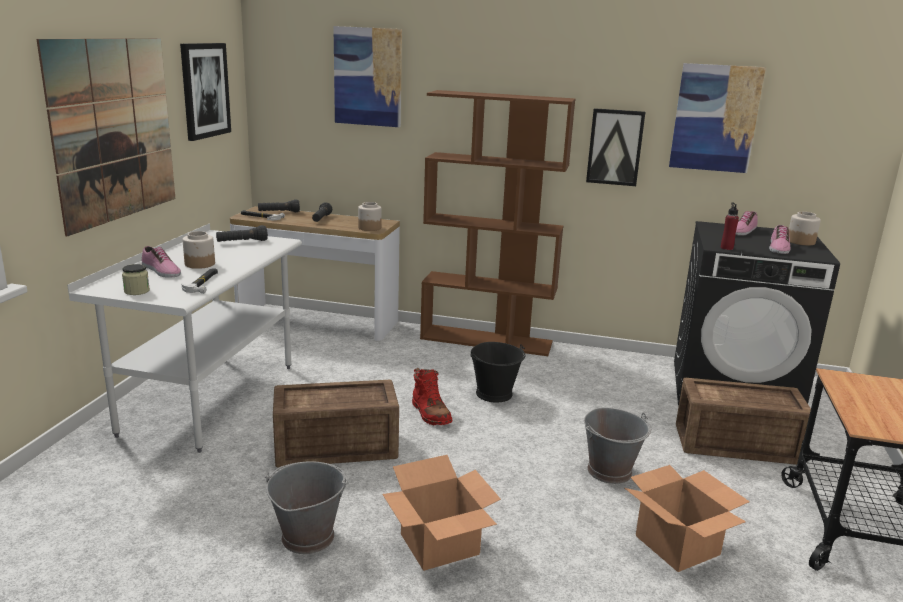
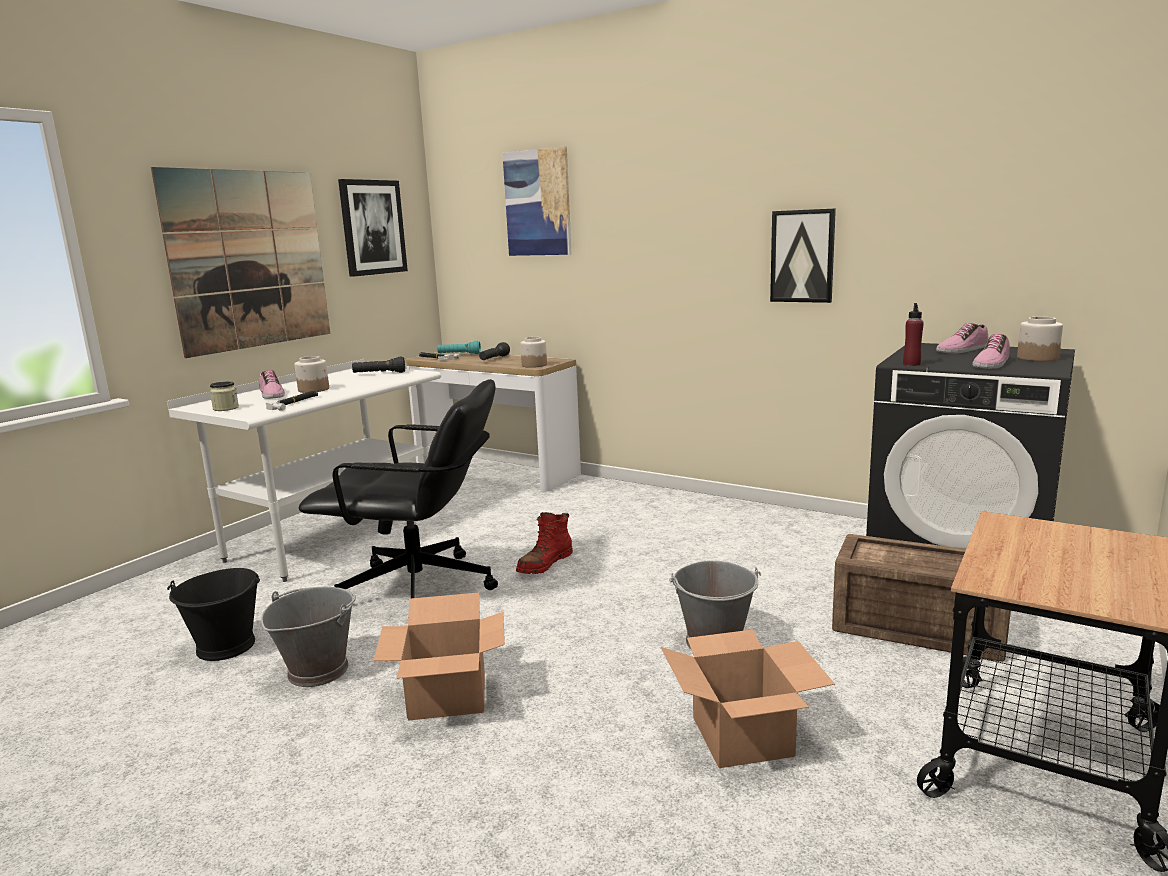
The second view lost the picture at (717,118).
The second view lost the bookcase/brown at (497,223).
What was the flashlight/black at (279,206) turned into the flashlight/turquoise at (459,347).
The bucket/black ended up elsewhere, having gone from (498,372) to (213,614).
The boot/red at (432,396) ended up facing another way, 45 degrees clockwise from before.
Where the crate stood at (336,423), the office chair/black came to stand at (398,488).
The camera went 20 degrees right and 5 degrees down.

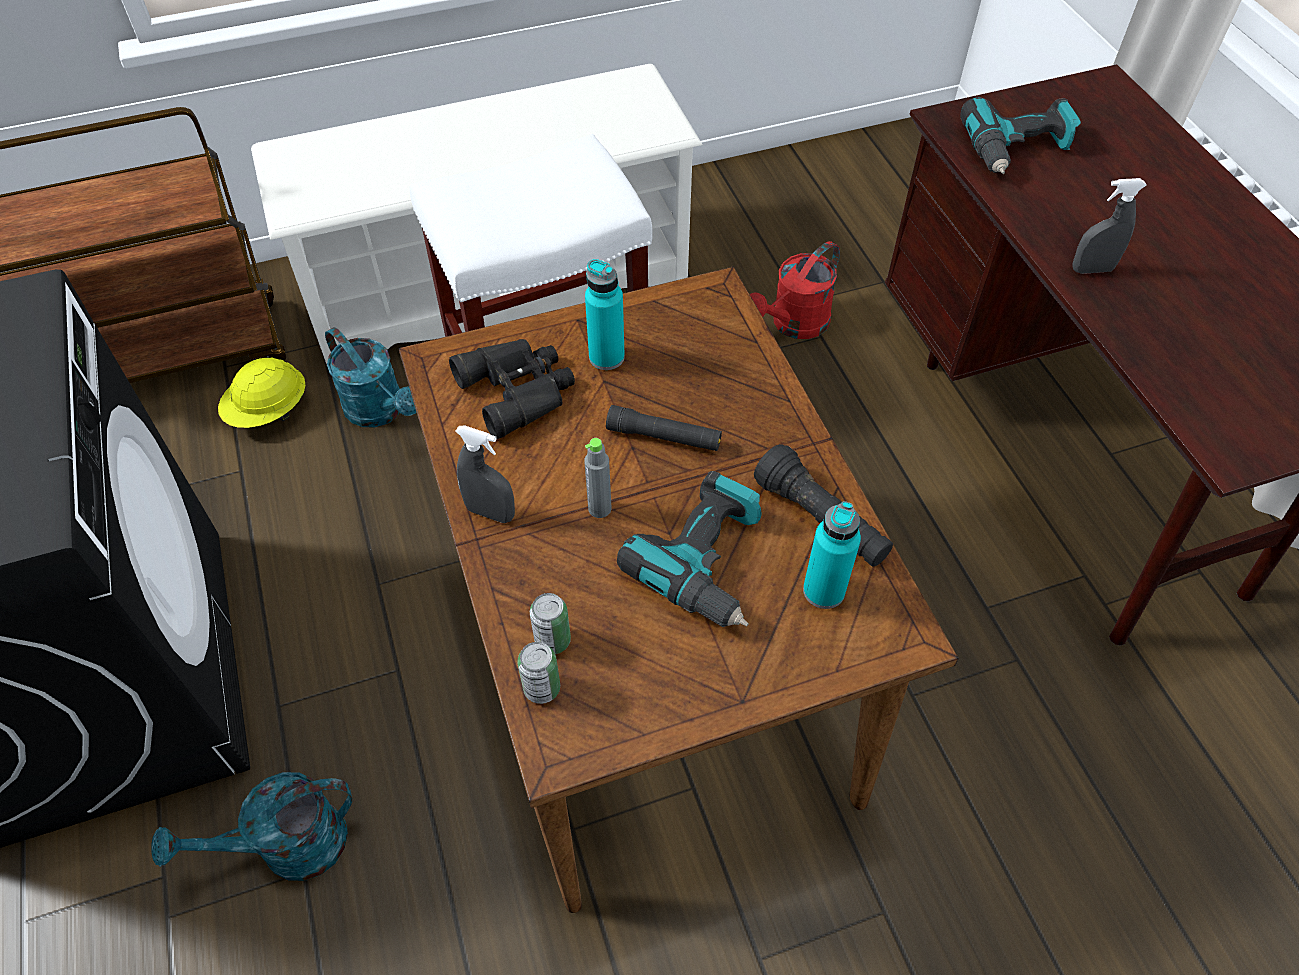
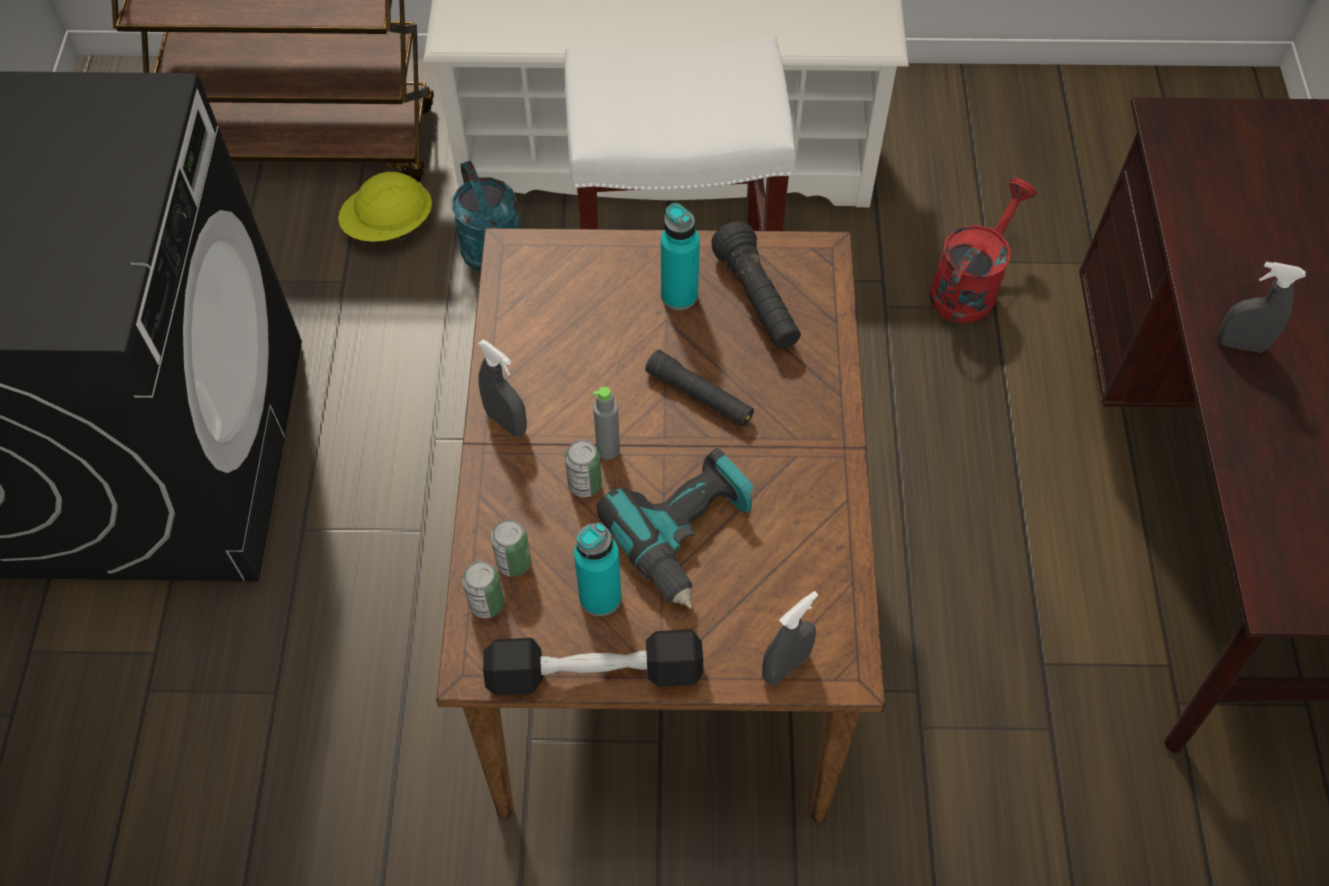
The second view lost the power drill at (1020,135).
The watering can/red at (795,290) ended up facing another way, 150 degrees clockwise from before.
The second view lost the binoculars/black at (512,389).
The flashlight/black ended up elsewhere, having gone from (823,505) to (756,285).
The bottle/turquoise ended up elsewhere, having gone from (832,555) to (598,569).
The second view lost the watering can/turquoise at (251,826).
The second view gained the can at (583,468).
The second view gained the spray bottle/grey at (790,638).
The second view gained the dumbbell/black at (593,662).
The camera went 20 degrees right and 5 degrees up.

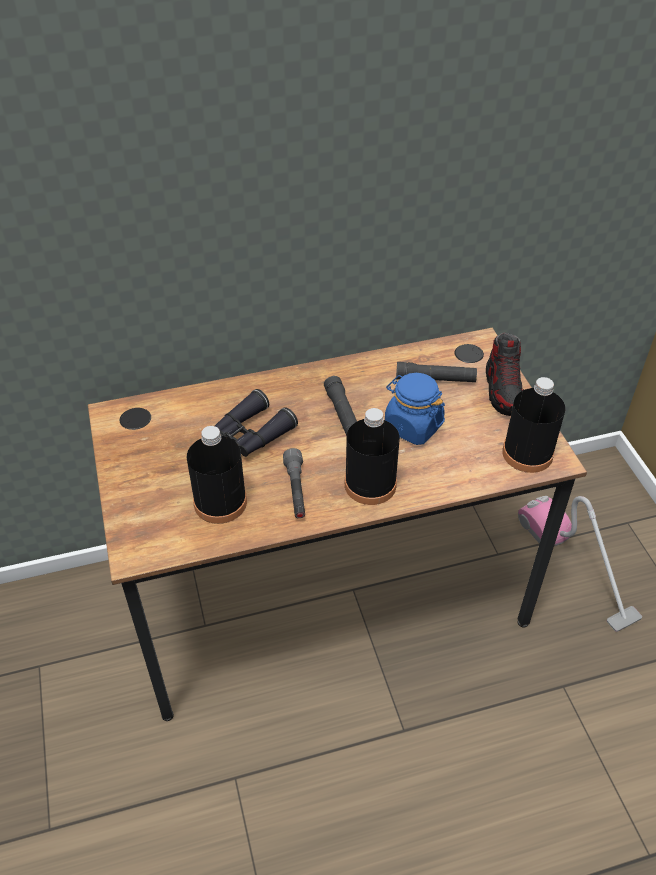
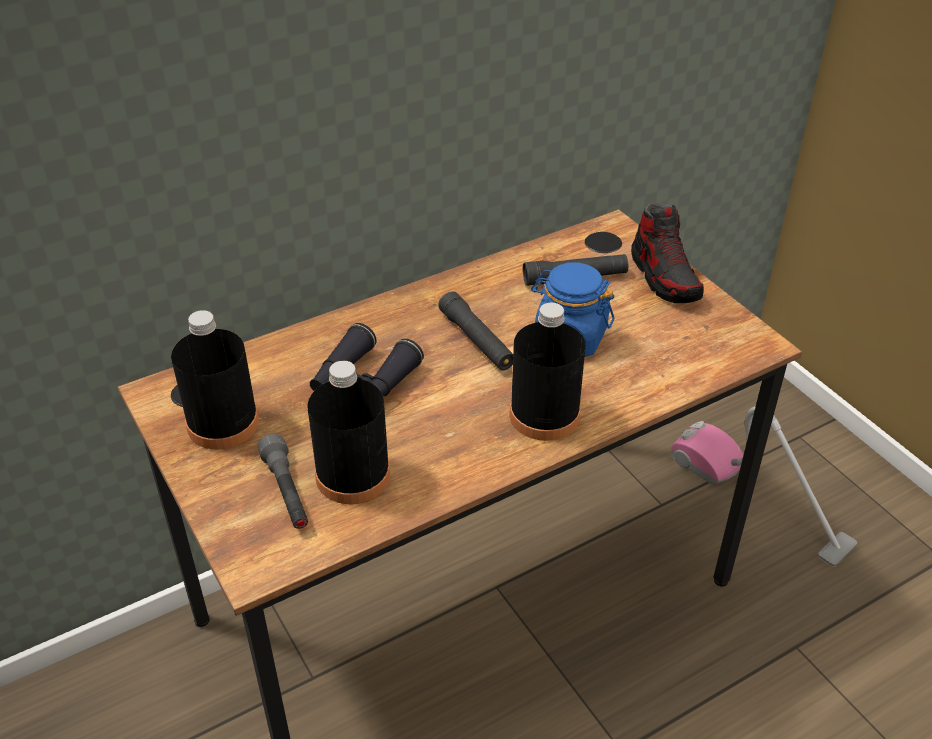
The bottle/black ended up elsewhere, having gone from (534,425) to (215,379).
The flashlight/grey ended up elsewhere, having gone from (294,483) to (283,481).
The camera went 15 degrees left and 5 degrees down.

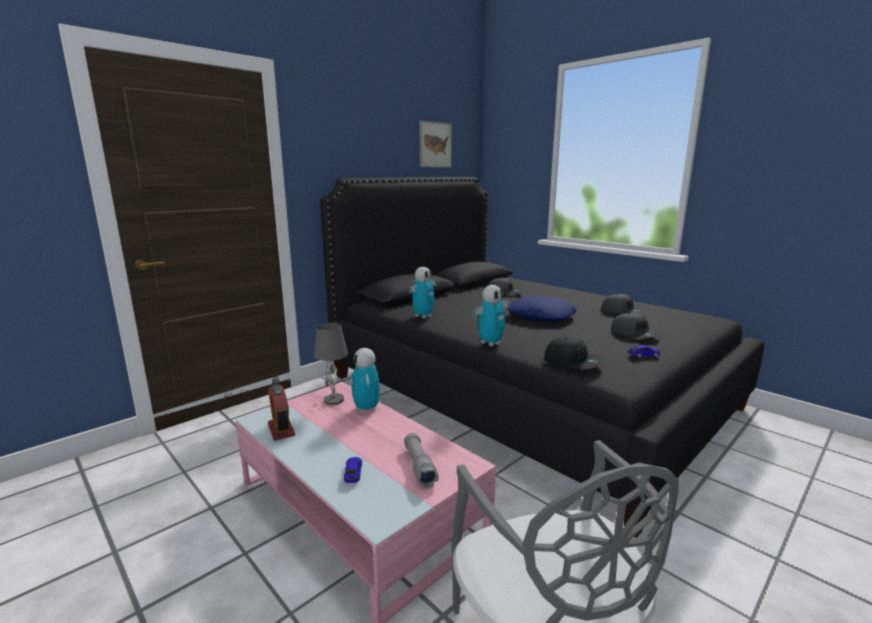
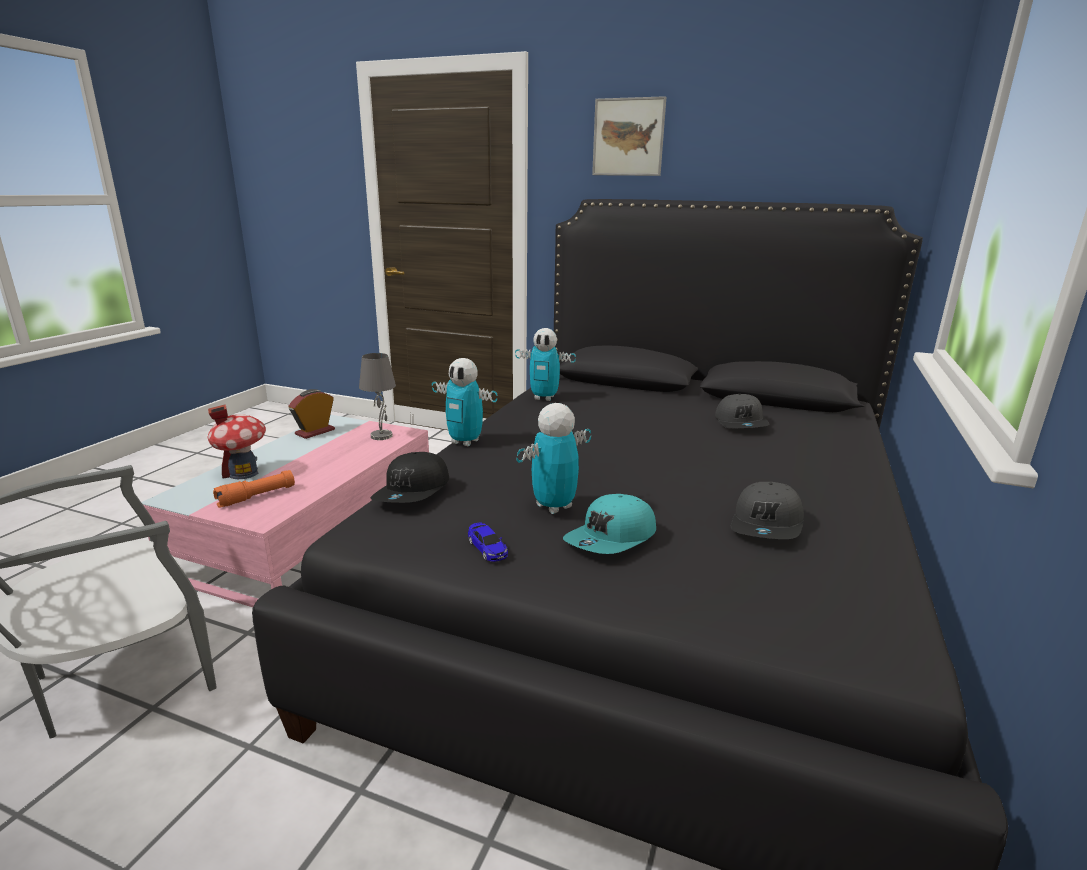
The picture ended up elsewhere, having gone from (435,144) to (629,136).
The second view lost the pillow/blue at (542,308).
What was the cap/grey at (636,326) turned into the cap/turquoise at (609,524).
The toy robot ended up elsewhere, having gone from (365,380) to (554,458).
What was the flashlight/grey at (421,460) turned into the flashlight/orange at (254,489).
Where the toy car stood at (353,470), the toy house came to stand at (237,441).
The camera went 65 degrees right and 5 degrees up.

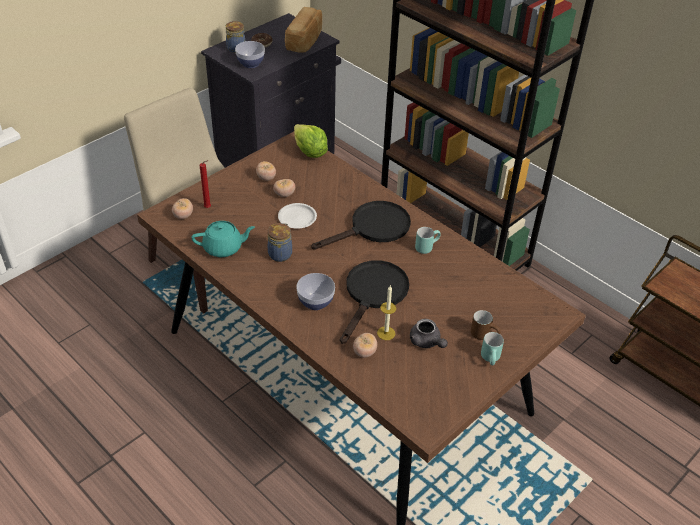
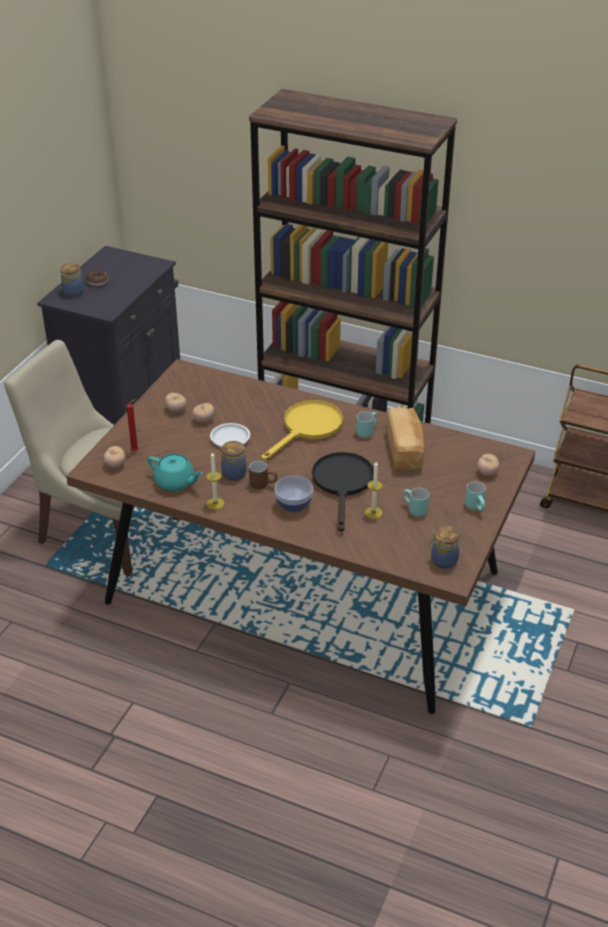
The bread ended up elsewhere, having gone from (303,30) to (405,439).
The second view lost the bowl at (250,54).
The second view lost the lettuce at (311,141).
What was the frying pan/black at (361,225) turned into the frying pan/yellow at (302,430).
The teapot/turquoise at (223,239) ended up facing another way, 60 degrees clockwise from before.
The mug/brown ended up elsewhere, having gone from (486,325) to (263,475).
Where the teapot/grey stood at (429,333), the mug/turquoise came to stand at (416,502).
The tomato ended up elsewhere, having gone from (365,345) to (488,465).
The second view gained the candle at (215,481).
The second view gained the jar at (444,547).
The camera went 20 degrees left and 5 degrees down.

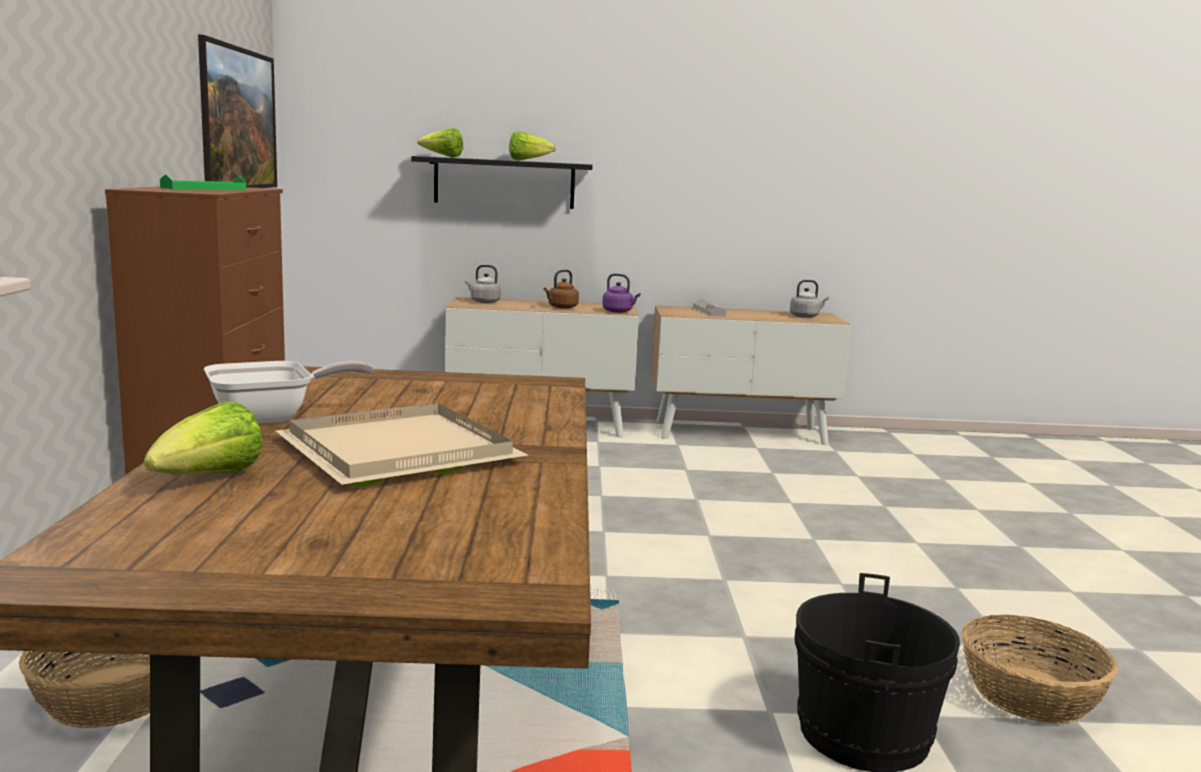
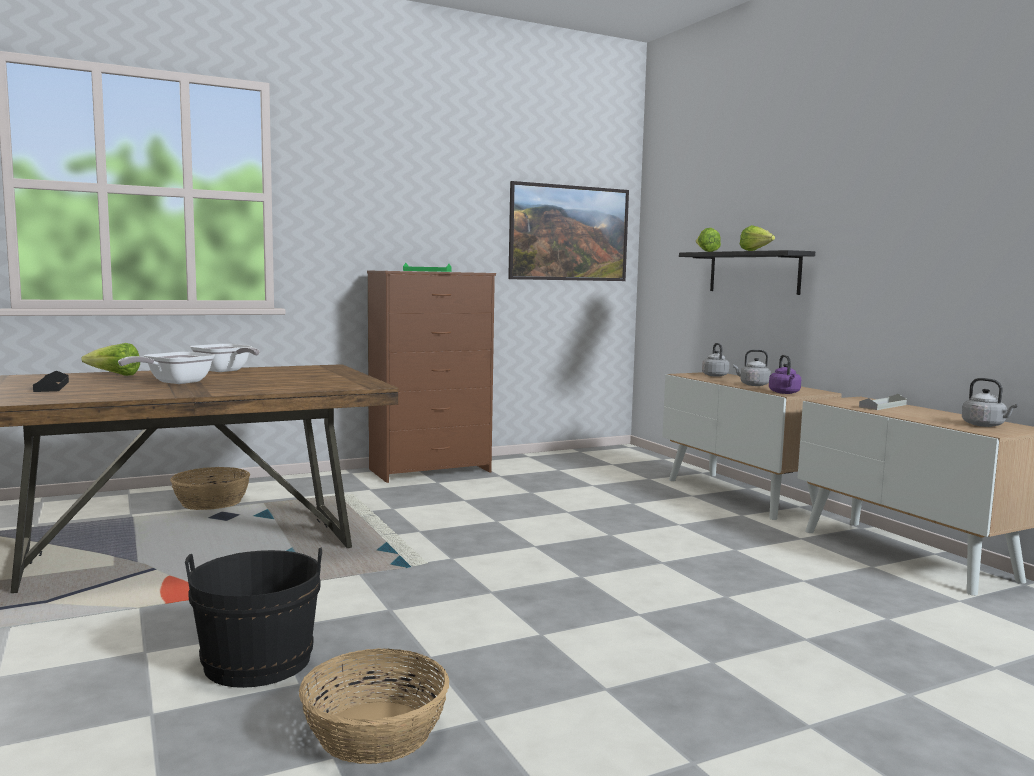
What was the kettle/brown at (561,289) turned into the kettle/grey at (752,368).
Where the tray/beige stood at (402,445), the frying pan came to stand at (166,368).
The second view gained the tray/black at (51,381).
The camera went 65 degrees right and 5 degrees down.

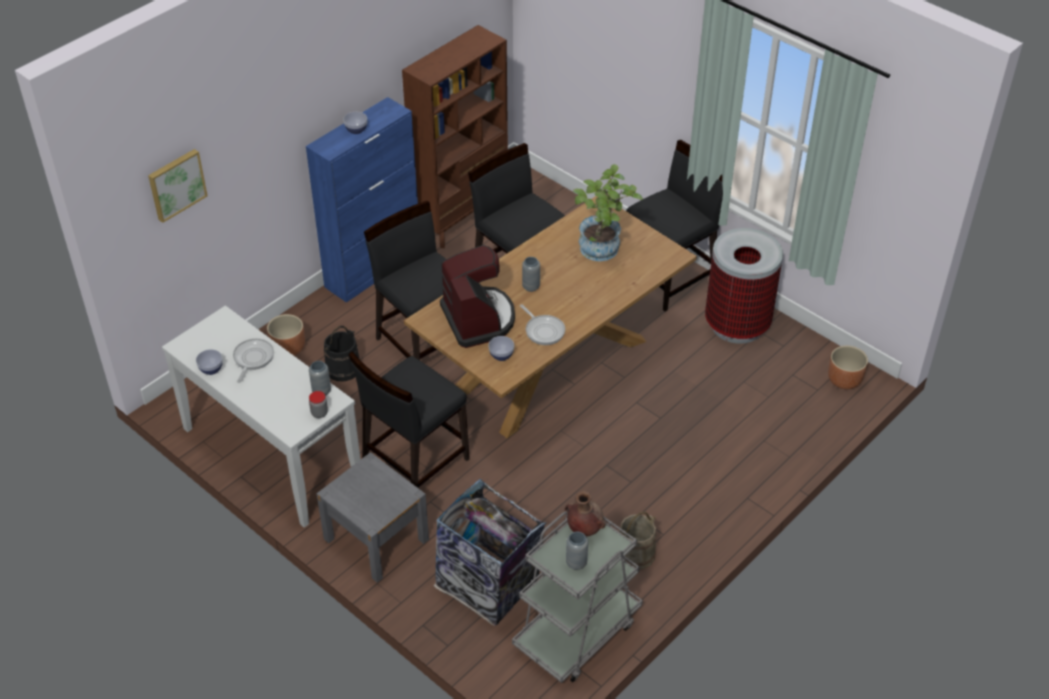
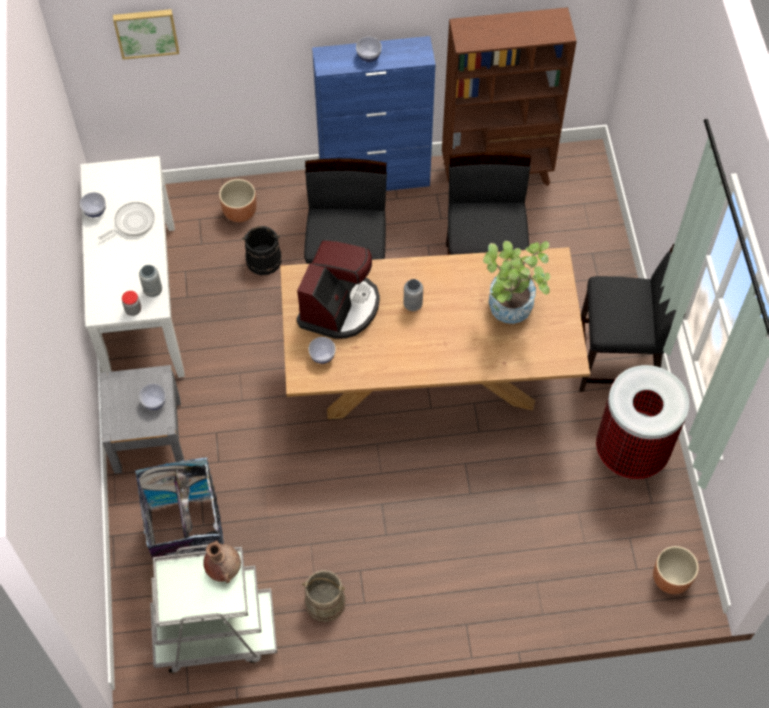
The second view lost the frying pan at (542,324).
The second view lost the chair/black at (409,419).
The second view lost the vase/grey at (577,550).
The second view gained the bowl at (152,397).
The camera went 40 degrees right and 15 degrees up.

